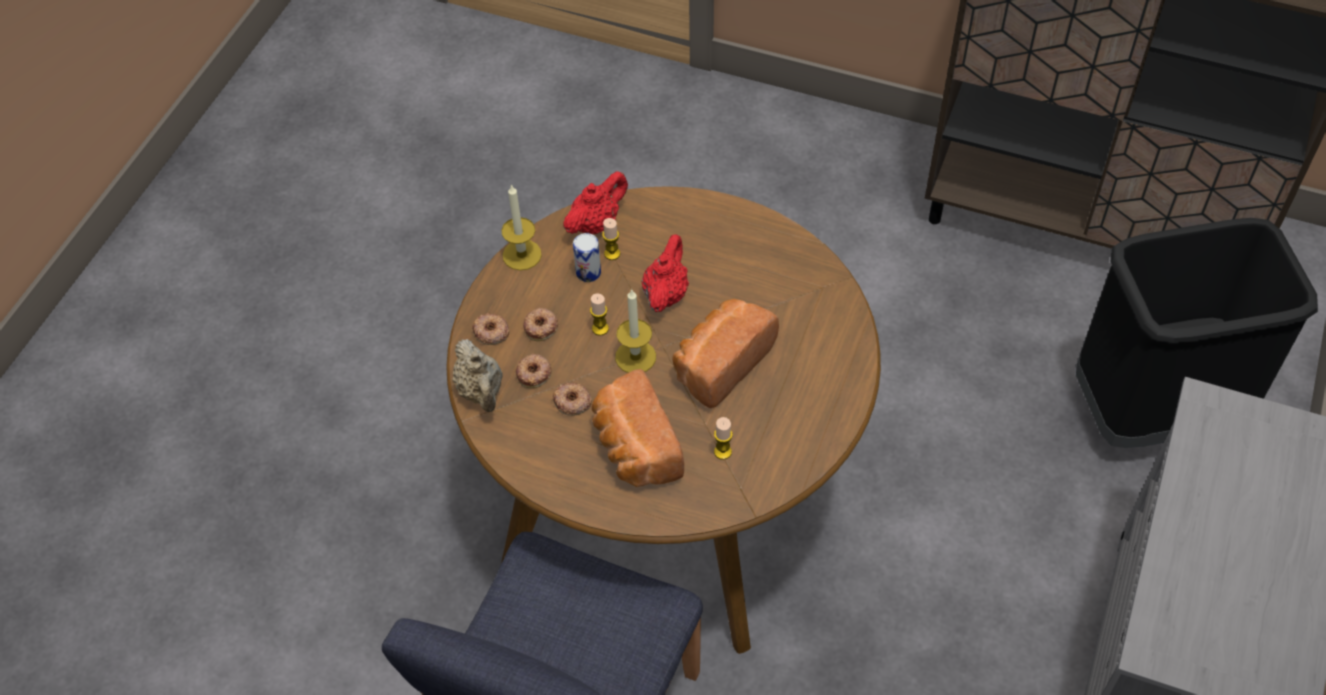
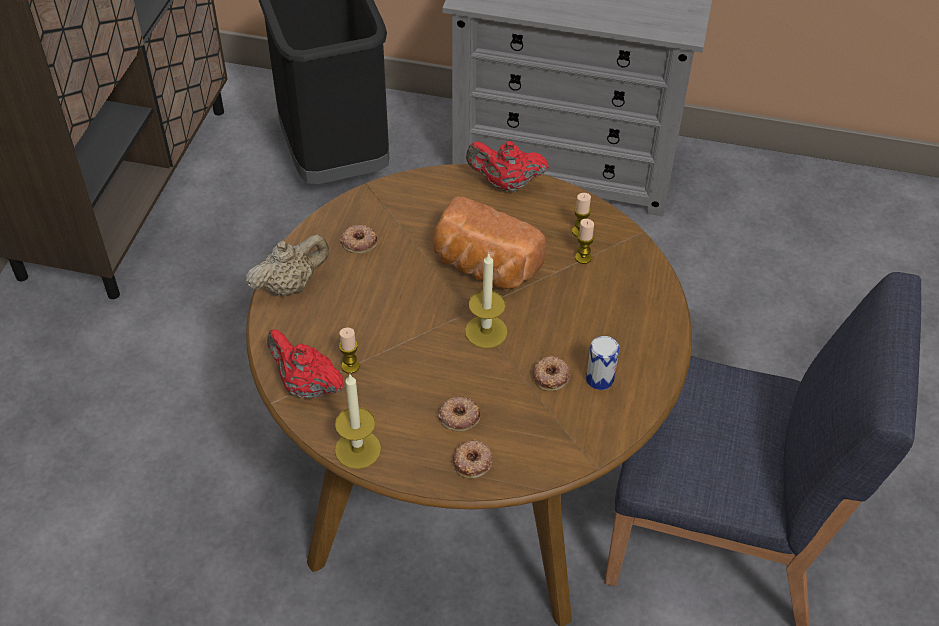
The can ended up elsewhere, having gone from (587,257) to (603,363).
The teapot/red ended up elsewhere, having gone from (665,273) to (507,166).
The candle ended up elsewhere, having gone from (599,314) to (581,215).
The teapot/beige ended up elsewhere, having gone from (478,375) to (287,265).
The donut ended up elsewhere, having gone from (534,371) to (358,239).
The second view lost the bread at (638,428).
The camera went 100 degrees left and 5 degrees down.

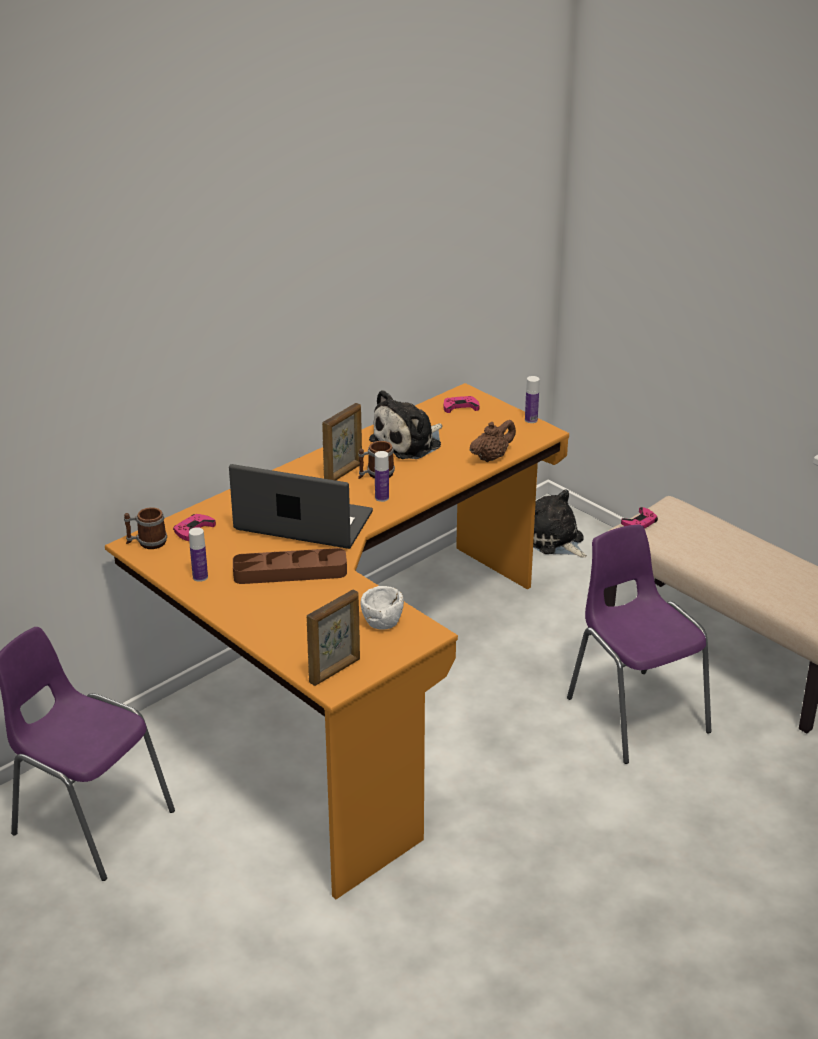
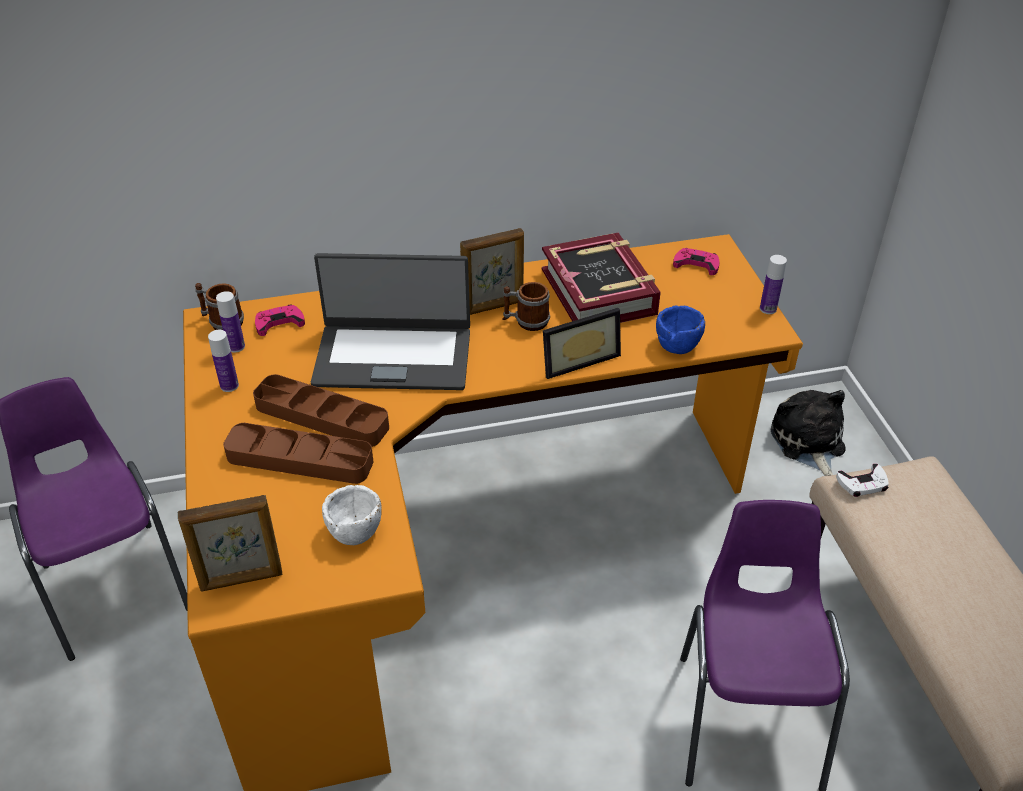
Where the plush toy stood at (405,424), the book came to stand at (601,278).
Where the teapot/brown stood at (493,441), the bowl/blue came to stand at (680,330).
The bottle ended up elsewhere, having gone from (382,476) to (230,322).
The laptop at (301,506) ended up facing another way, 135 degrees clockwise from before.
What was the game controller/pink at (639,518) turned into the game controller/white at (862,480).
The second view gained the picture frame at (582,343).
The second view gained the tray/brown at (298,453).
The camera went 30 degrees right and 10 degrees up.

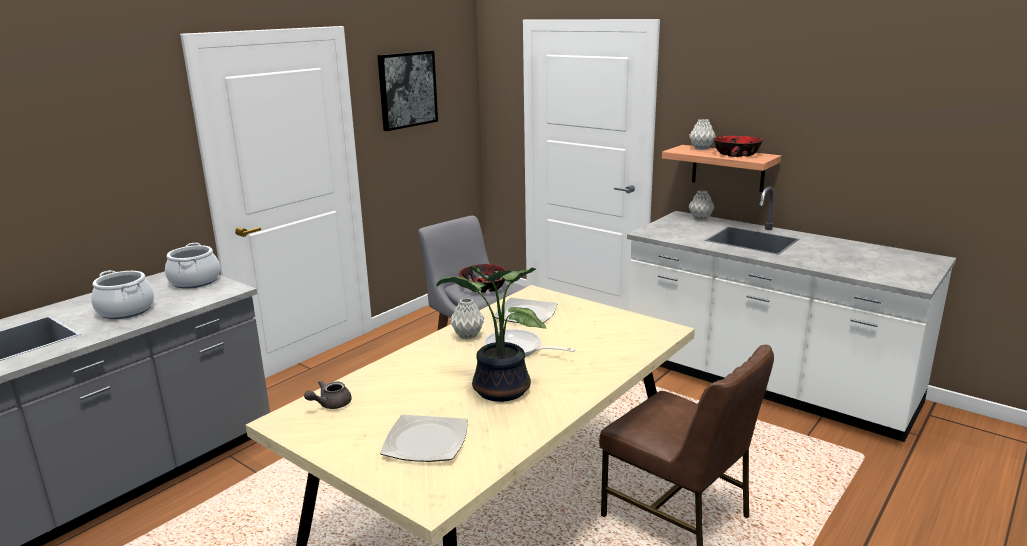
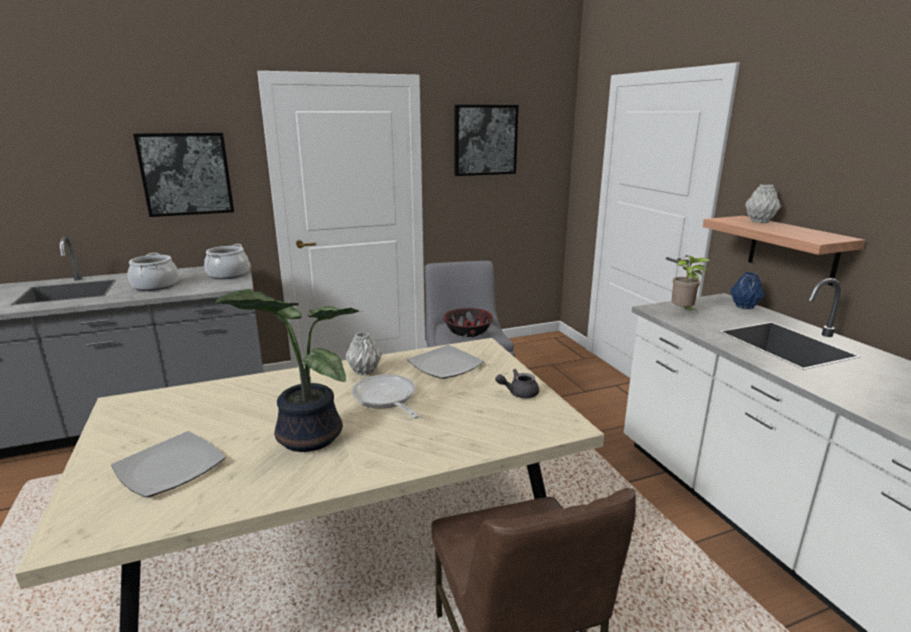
The second view lost the bowl at (739,146).
What was the vase/grey at (702,205) turned into the vase/blue at (747,290).
The teapot/grey ended up elsewhere, having gone from (328,394) to (517,383).
The second view gained the picture at (183,175).
The second view gained the potted plant at (690,284).
The camera went 30 degrees right and 0 degrees up.

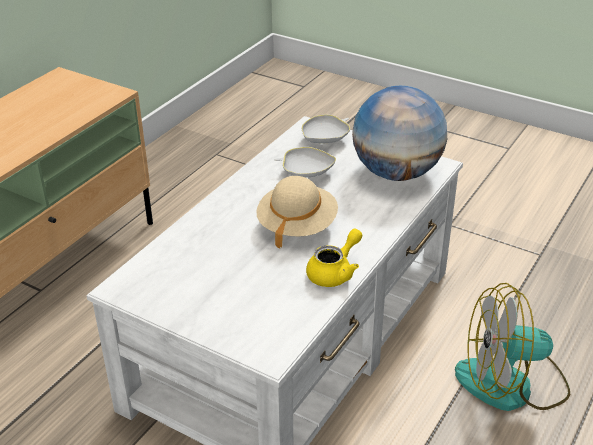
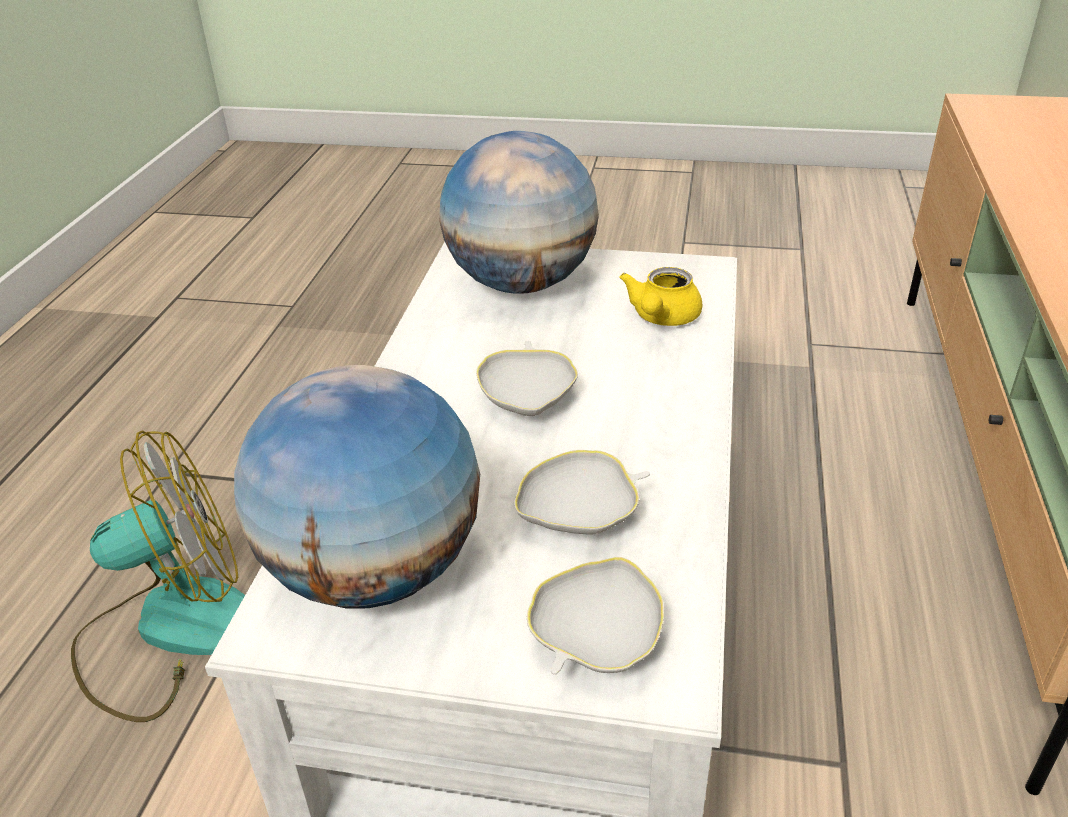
Where the hat/beige stood at (297,212), the bowl/white came to stand at (527,378).
The teapot/yellow ended up elsewhere, having gone from (334,258) to (661,296).
The second view gained the globe at (519,212).
The camera went 160 degrees right and 0 degrees up.

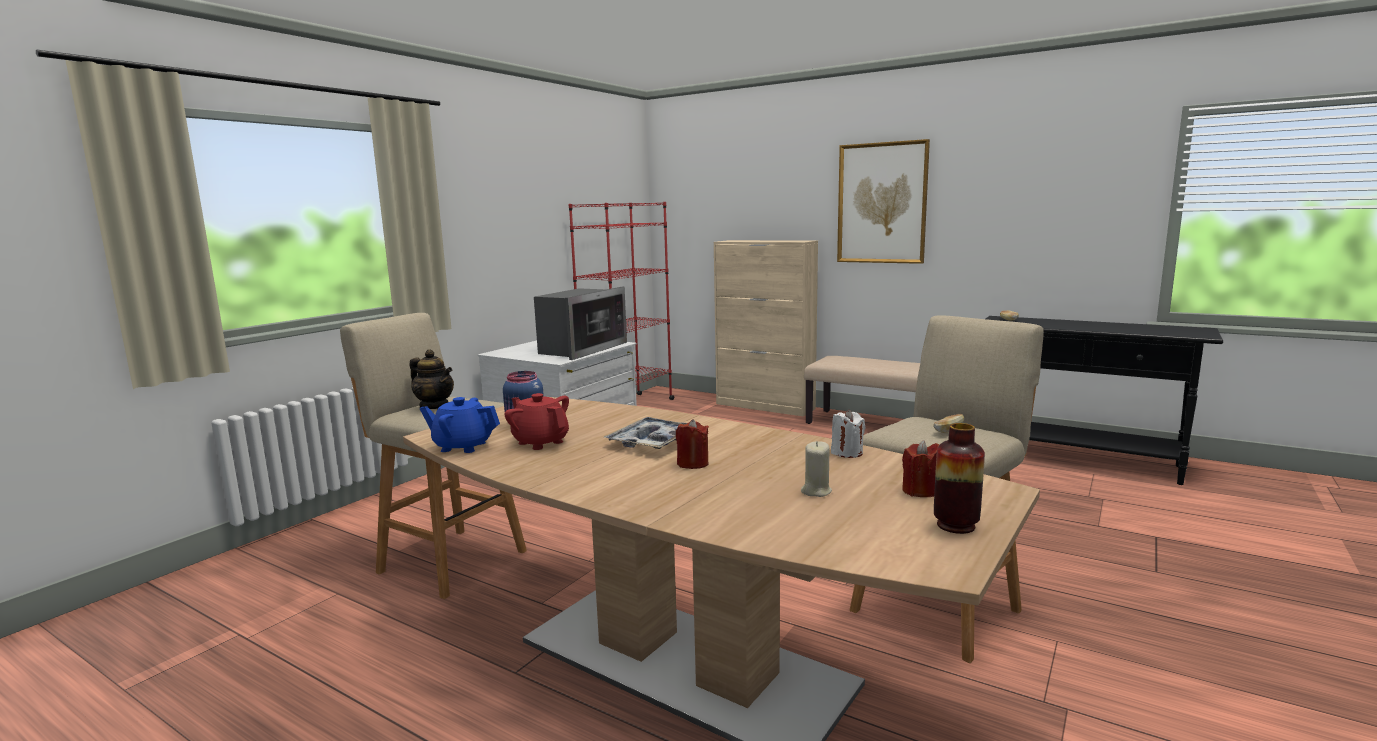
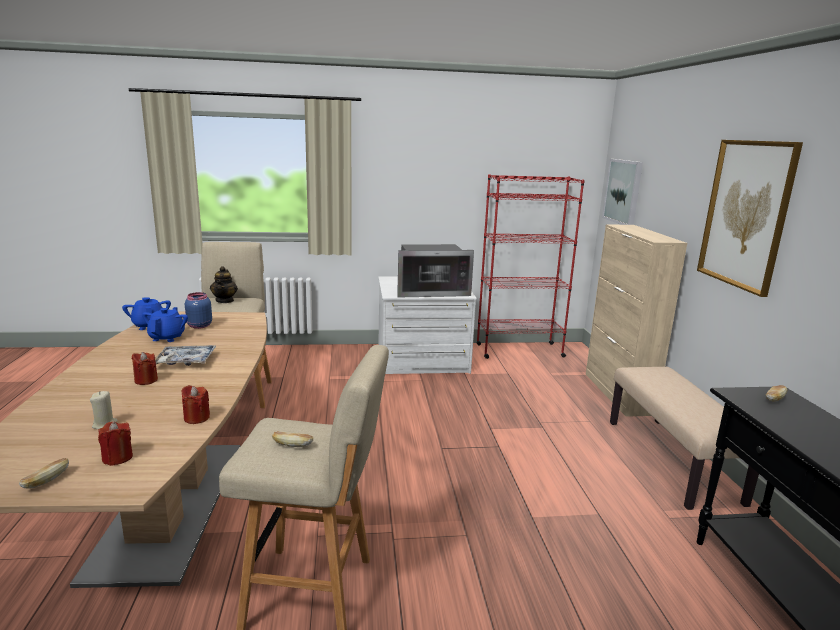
What was the teapot/red at (536,421) turned into the teapot/blue at (165,324).
What was the candle/white at (848,433) turned into the candle/red at (195,404).
Where the vase stood at (959,478), the bread came to stand at (44,473).
The second view gained the picture at (622,192).
The camera went 50 degrees right and 5 degrees up.

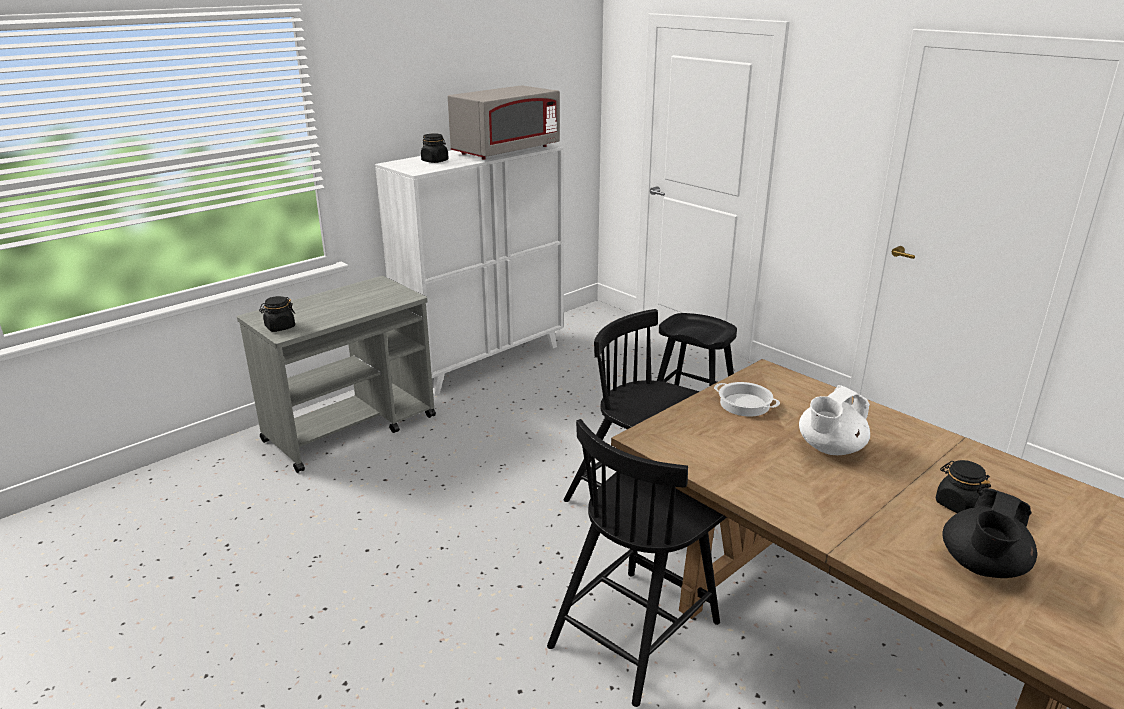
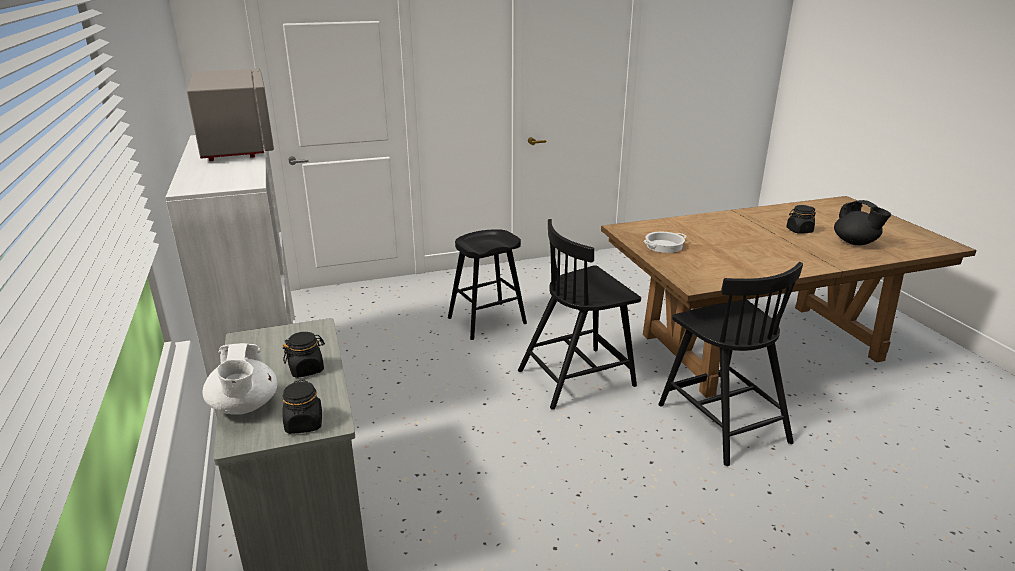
The jar/black ended up elsewhere, having gone from (435,148) to (304,355).
The teapot/white ended up elsewhere, having gone from (834,420) to (240,379).
The camera went 65 degrees left and 0 degrees up.

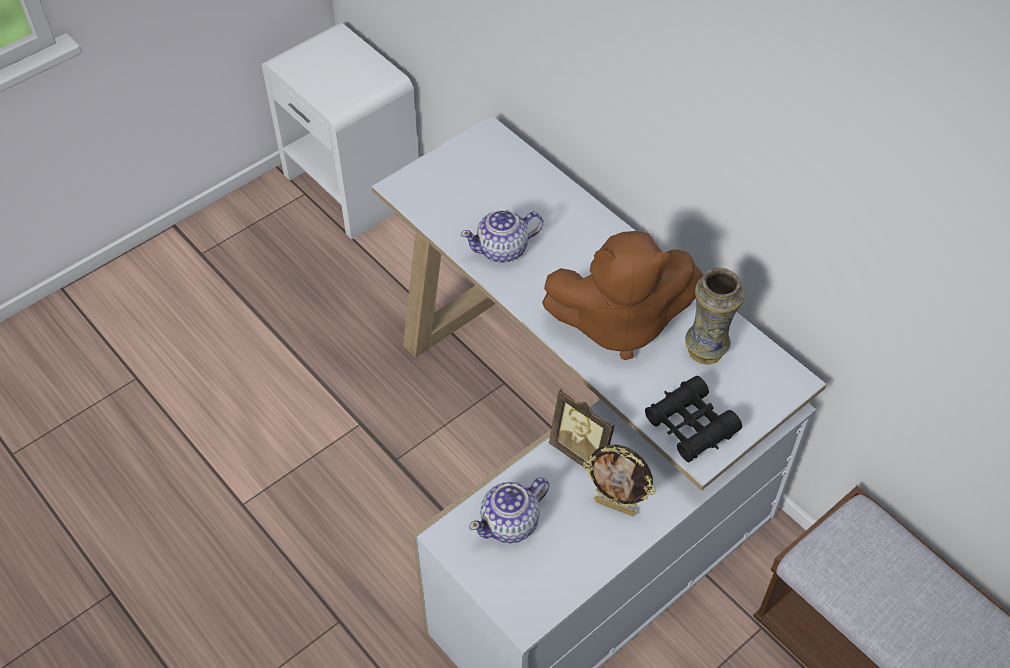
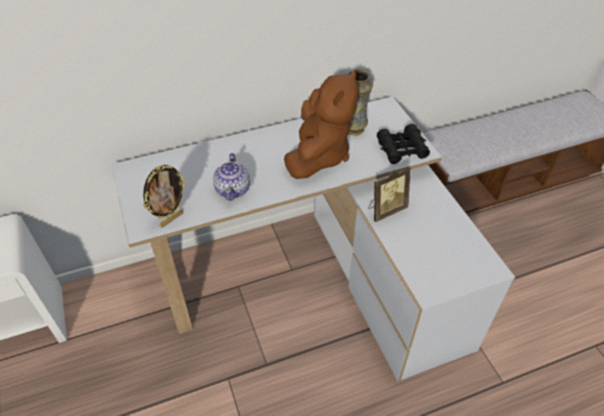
The picture frame ended up elsewhere, having gone from (619,480) to (164,196).
The second view lost the teapot at (509,510).
The camera went 70 degrees left and 5 degrees down.

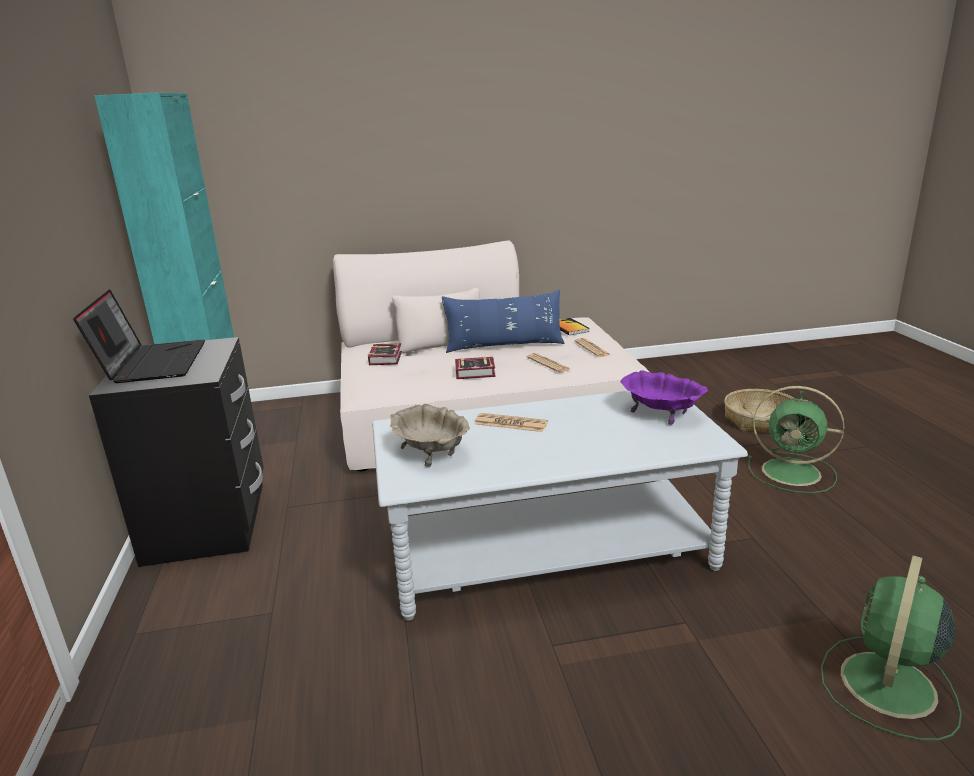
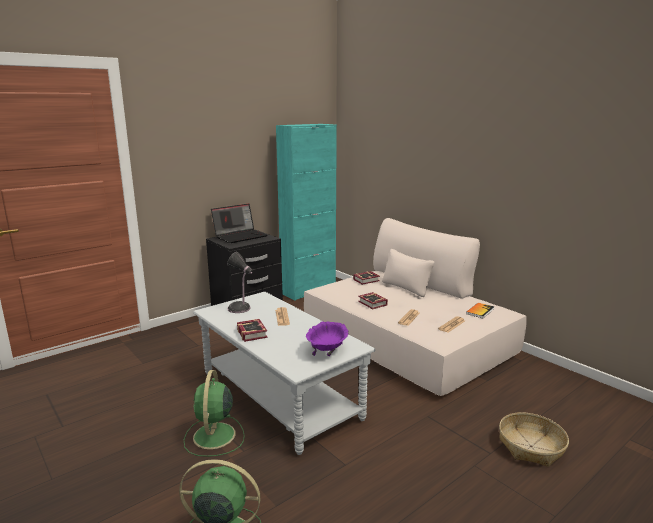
The second view lost the pillow/blue at (503,321).
The fan/green ended up elsewhere, having gone from (796,439) to (214,413).
Where the bowl/beige stood at (430,435), the table lamp came to stand at (239,282).
The second view gained the book at (252,330).
The camera went 60 degrees right and 5 degrees down.

